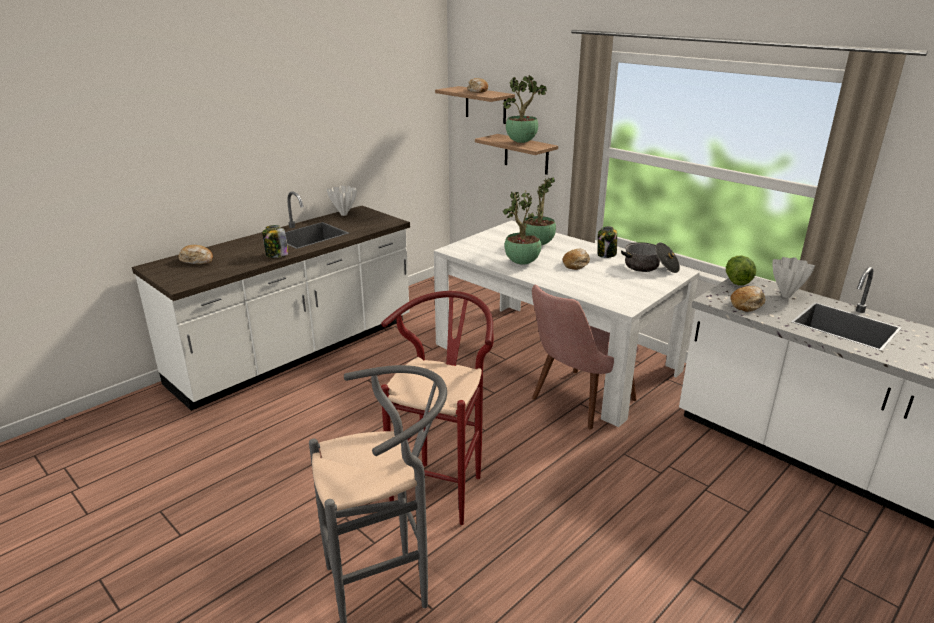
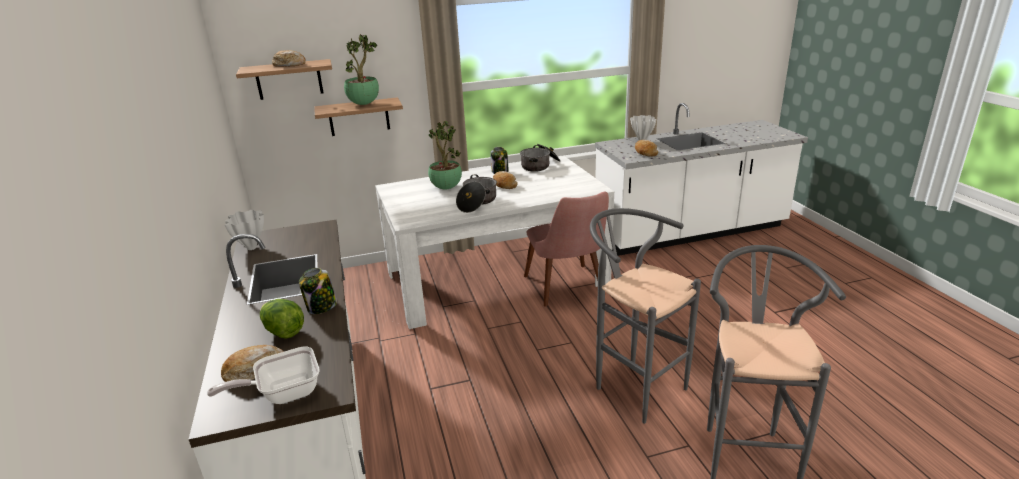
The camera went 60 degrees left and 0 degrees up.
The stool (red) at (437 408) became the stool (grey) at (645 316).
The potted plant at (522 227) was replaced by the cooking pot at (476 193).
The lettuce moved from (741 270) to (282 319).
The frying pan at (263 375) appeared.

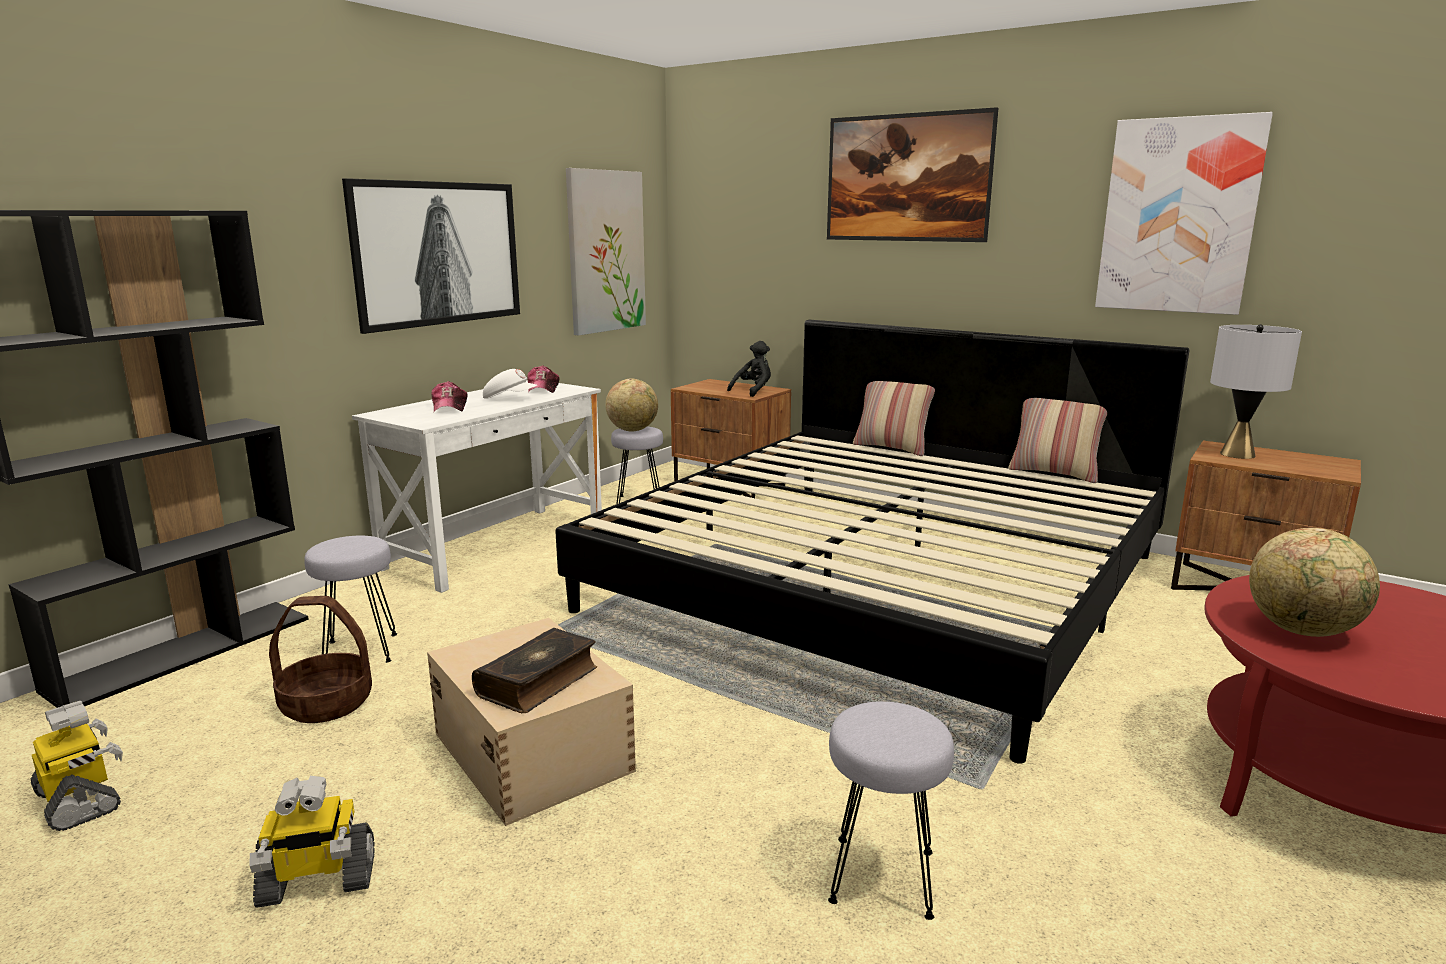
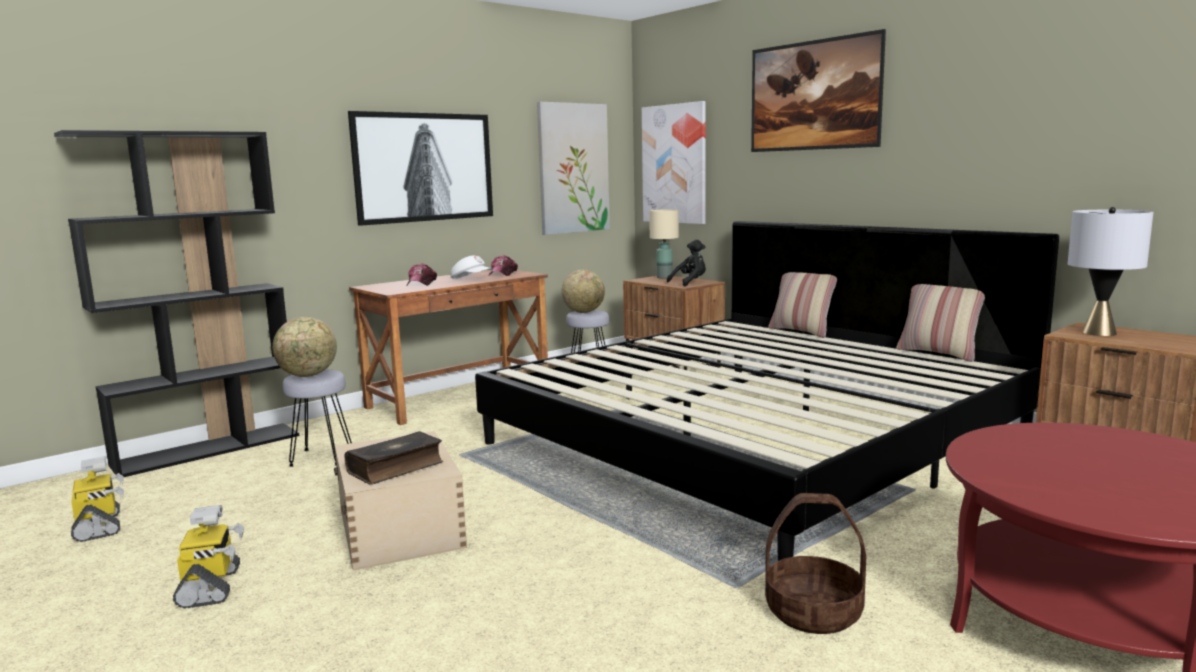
The camera went 15 degrees right and 5 degrees down.
The toy robot at (312 842) turned 105 degrees counterclockwise.
The basket moved from (320 659) to (815 563).
The desk (white) at (477 486) became the desk (brown) at (448 347).
The stool (grey) at (891 810) disappeared.
The picture moved from (1184 213) to (674 162).
The globe moved from (1314 582) to (304 347).
The table lamp (beige) at (664 244) appeared.

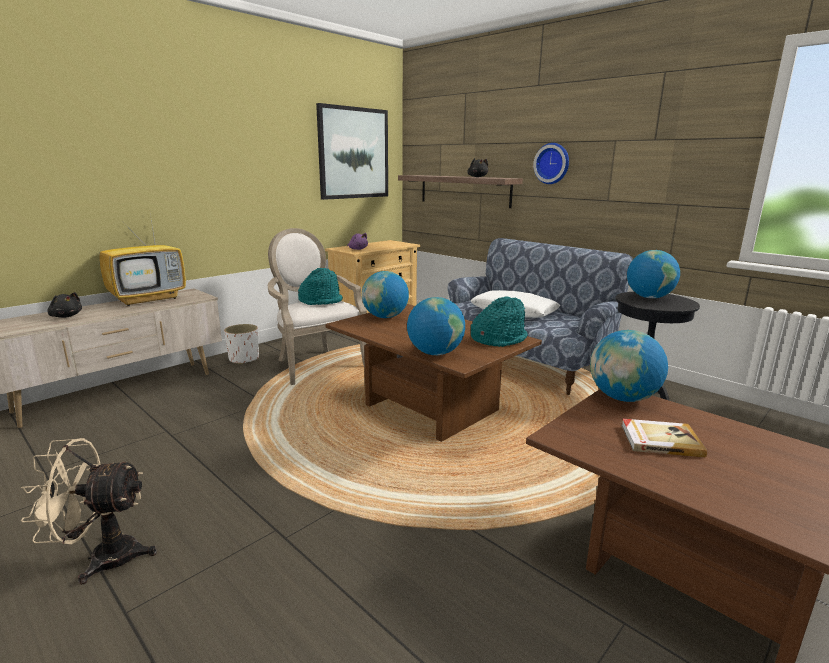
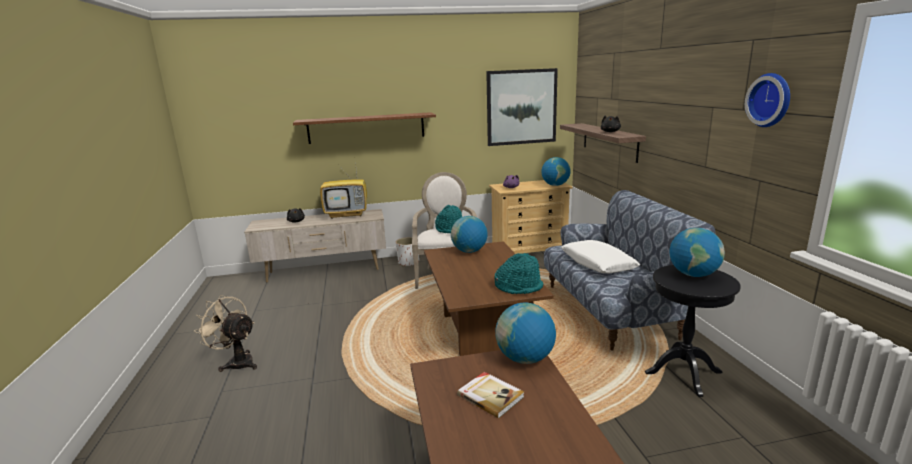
The camera went 35 degrees right and 0 degrees up.
The globe moved from (436 326) to (555 171).
The wall clock moved from (551 163) to (767 100).
The shelf at (364 128) appeared.

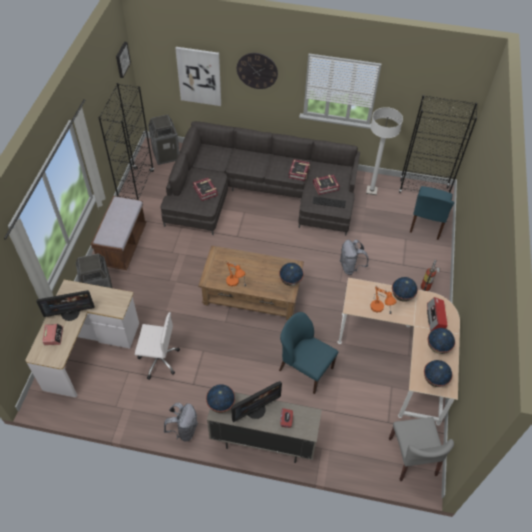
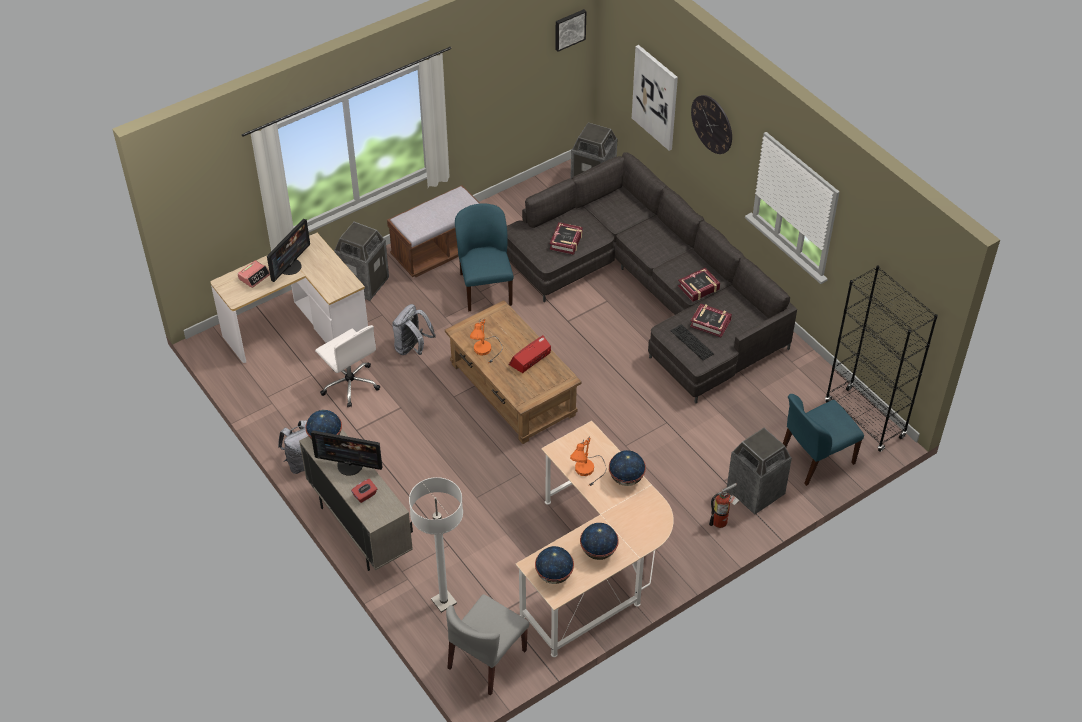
The camera went 45 degrees right and 5 degrees down.
The monitor at (66 305) turned 90 degrees counterclockwise.
The bookcase (black) at (126 141) disappeared.
The globe at (291 274) disappeared.
The chair (blue) moved from (309 353) to (484 257).
The backpack (grey) moved from (354 257) to (414 329).
The floor lamp (white) moved from (384 151) to (436 545).
The radio moved from (437 314) to (530 354).
The trash can at (759 471) appeared.

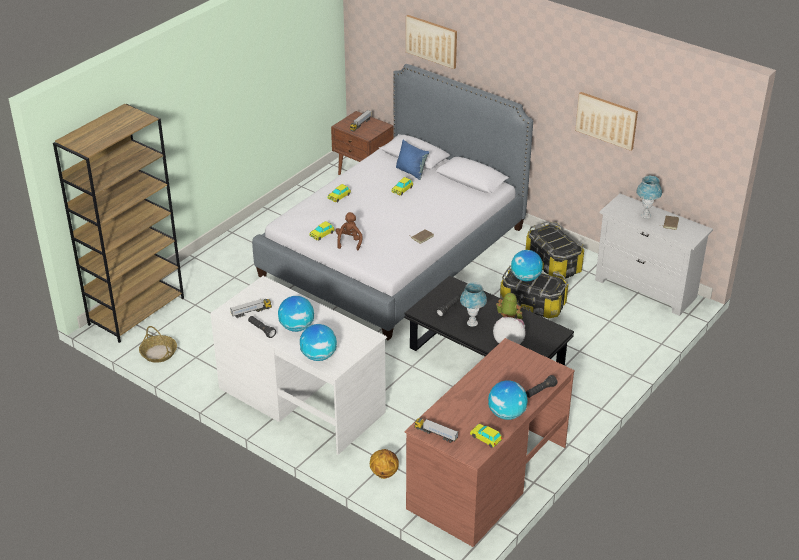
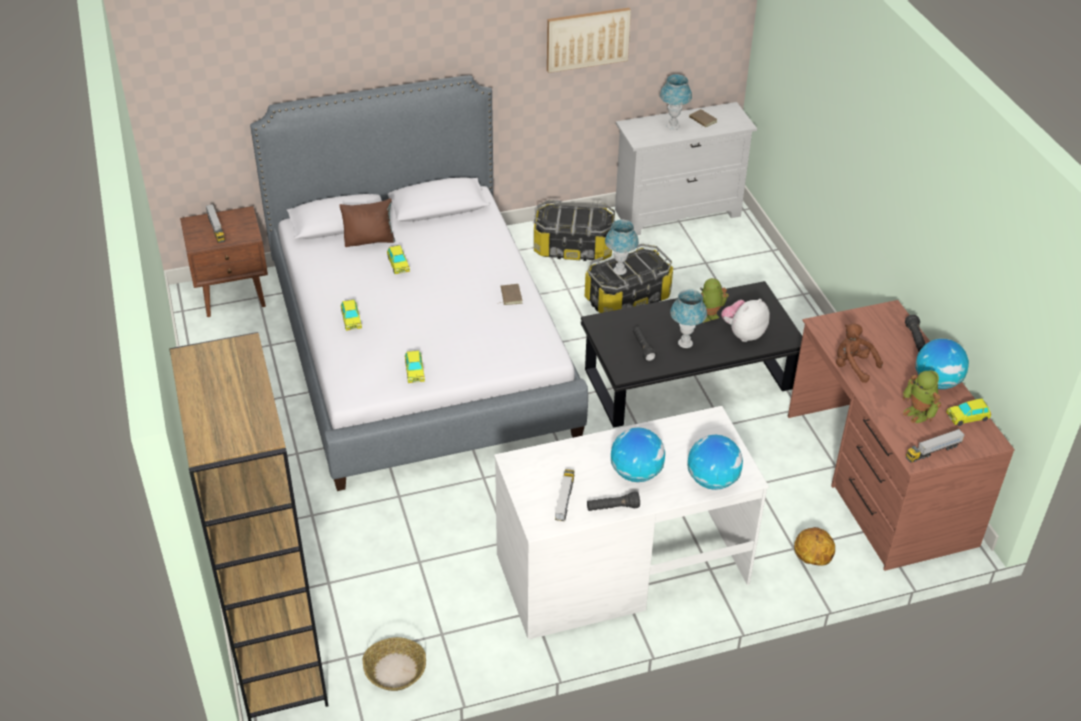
The camera went 55 degrees left and 5 degrees up.
The plush toy (brown) moved from (349 231) to (859 353).
The pillow (blue) at (412 160) became the pillow (brown) at (367 222).
The picture at (431 42) disappeared.
The globe at (527 265) was replaced by the table lamp (blue) at (622 247).
The toy robot at (922 396) appeared.

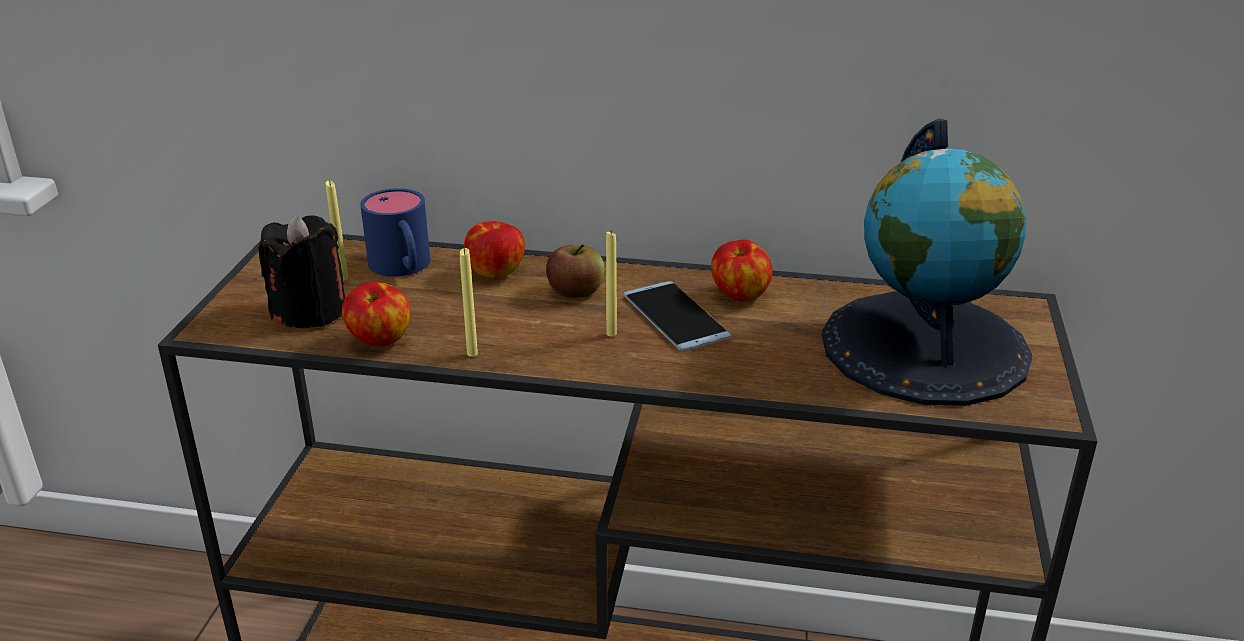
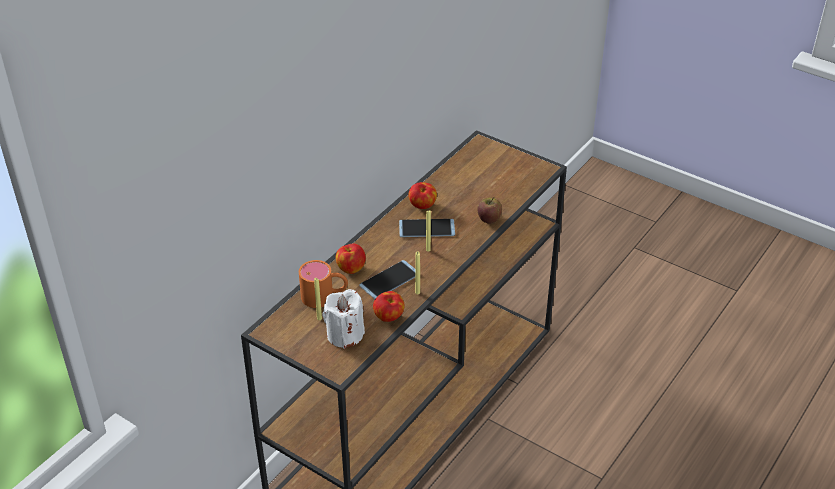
The camera went 65 degrees left and 10 degrees up.
The candle (black) at (301 270) became the candle (white) at (343 319).
The mug (blue) at (395 232) became the mug (orange) at (323 284).
The apple moved from (575 271) to (489 210).
The globe at (927 262) disappeared.
The phone at (387 279) appeared.

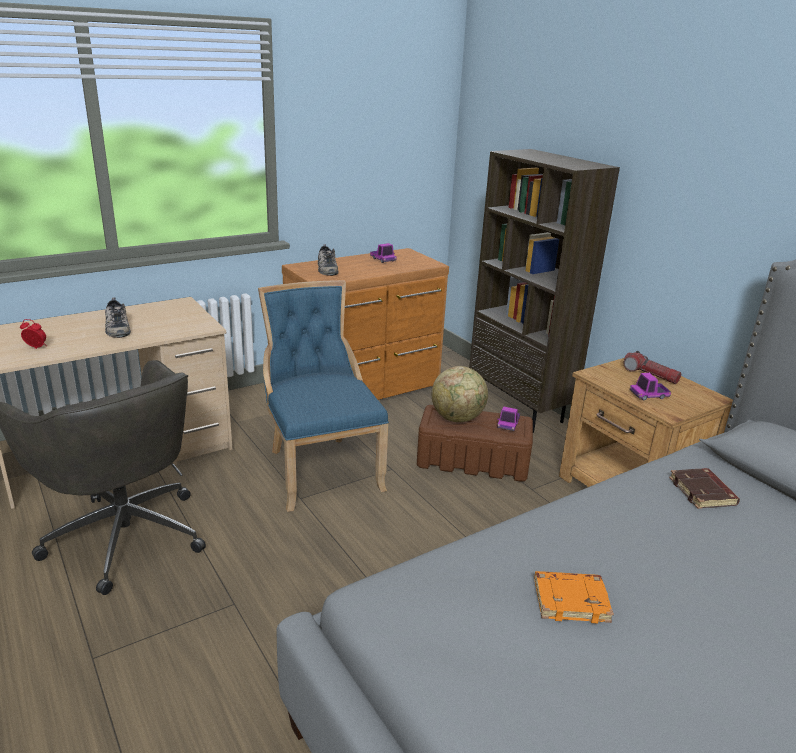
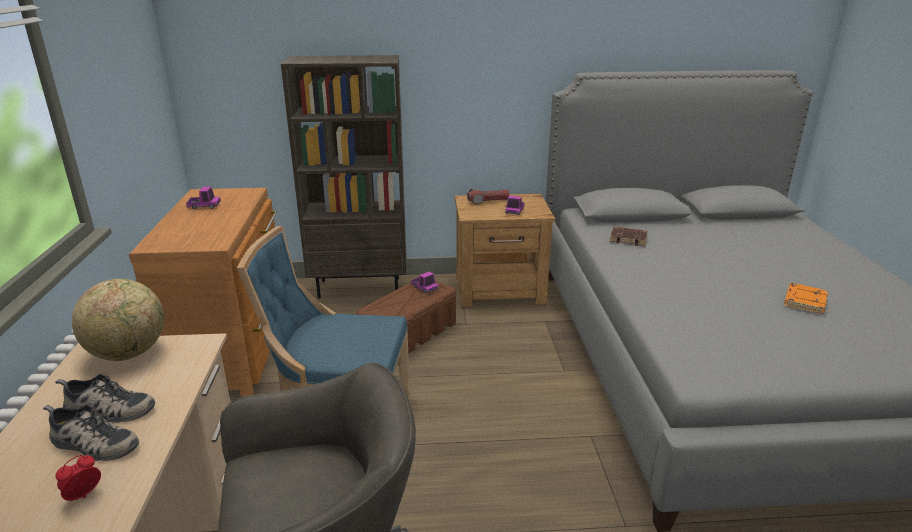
The camera went 60 degrees left and 0 degrees up.
The shoe moved from (328 260) to (91 432).
The globe moved from (460 394) to (118 320).
The book (orange) moved from (574 597) to (806 298).

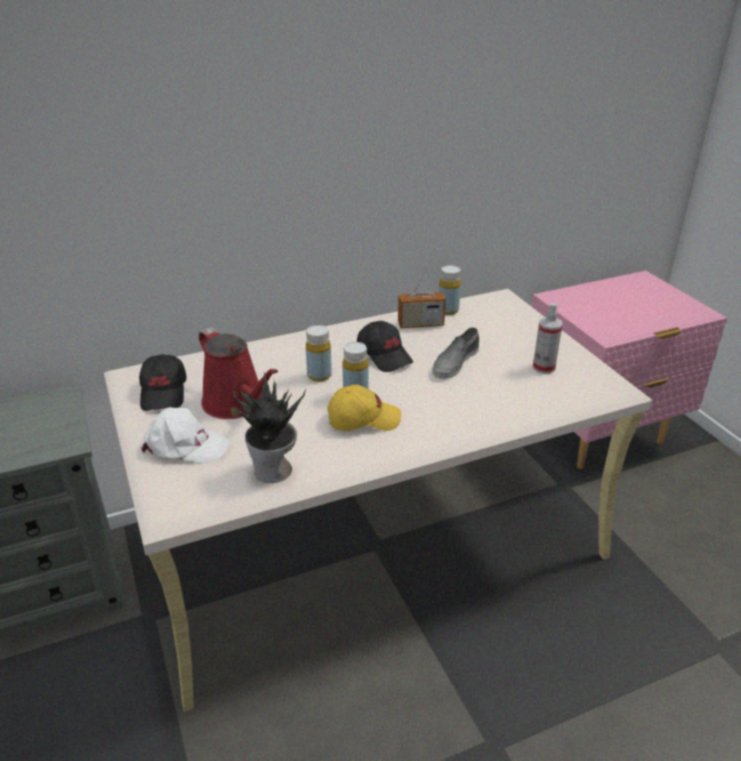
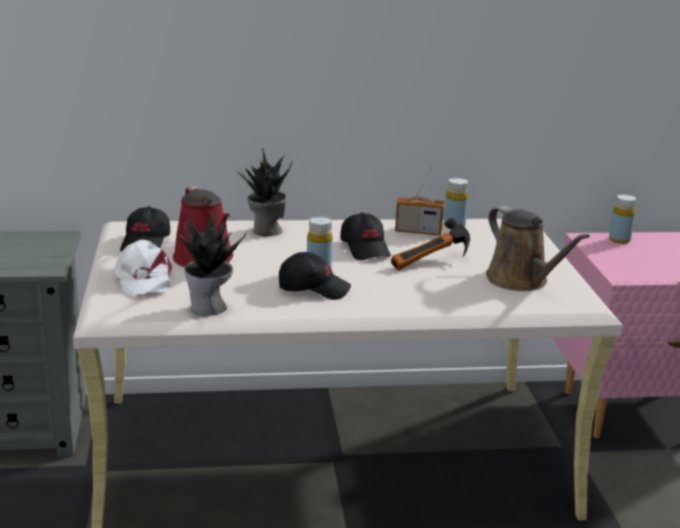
The camera went 15 degrees right and 10 degrees down.
The cap (white) at (186 435) turned 45 degrees clockwise.
The bottle (yellow) moved from (319 353) to (623 219).
The cap (yellow) at (364 408) became the cap (black) at (315 276).
The shoe (grey) at (455 353) was replaced by the hammer at (430 244).
The spray bottle at (548 338) was replaced by the watering can (brown) at (538 248).
The potted plant at (263 192) appeared.

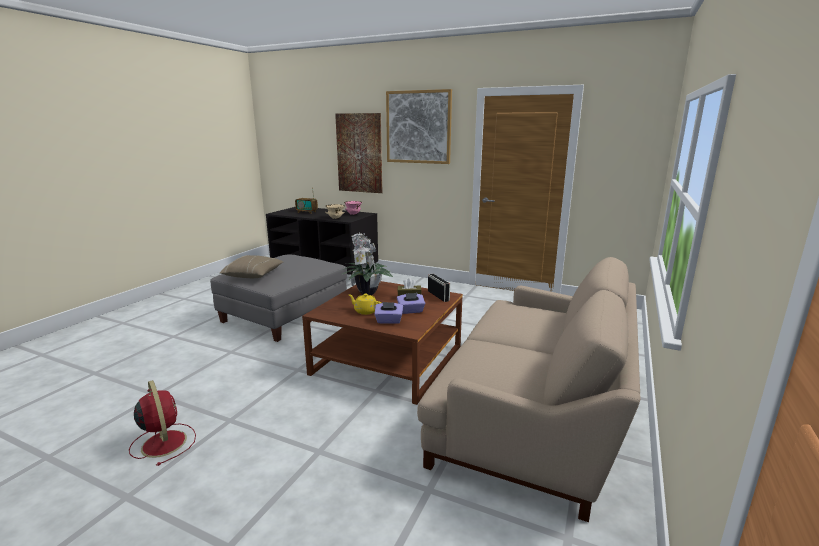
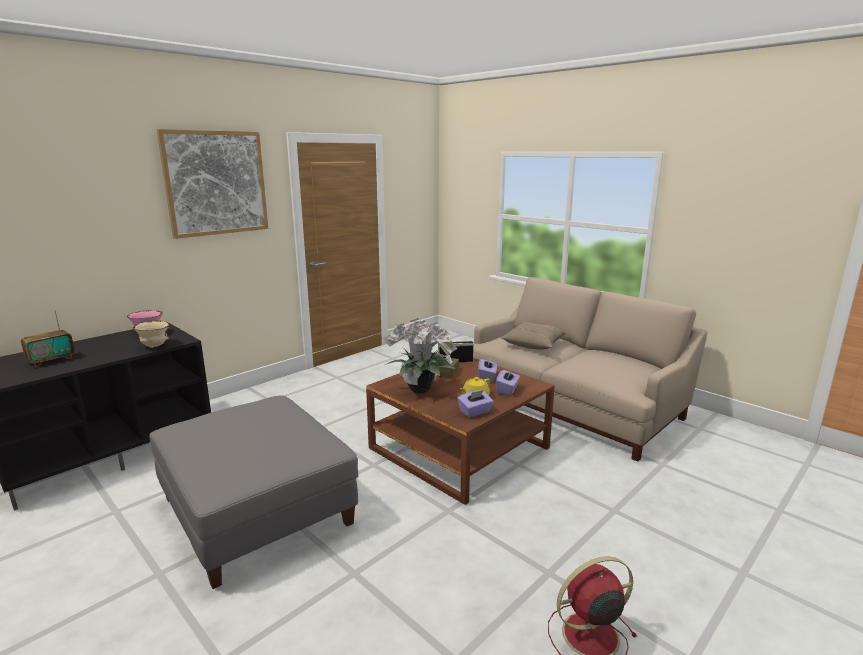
The camera went 70 degrees left and 0 degrees up.
The pillow (beige) moved from (251 266) to (533 336).
The picture at (358 153) disappeared.
The tissue box (purple) at (475 404) appeared.

